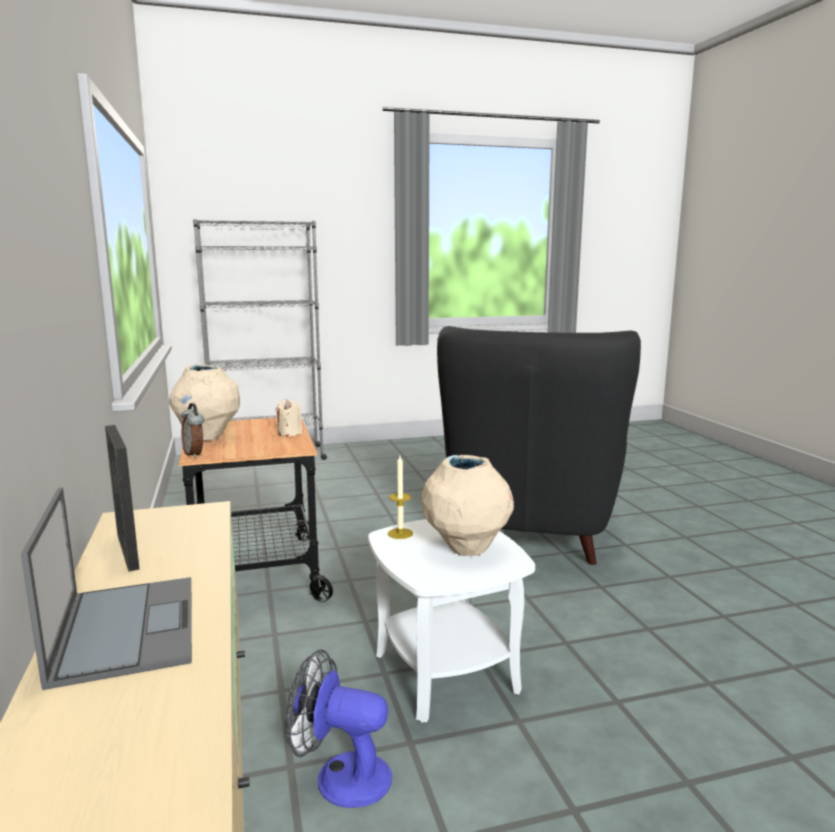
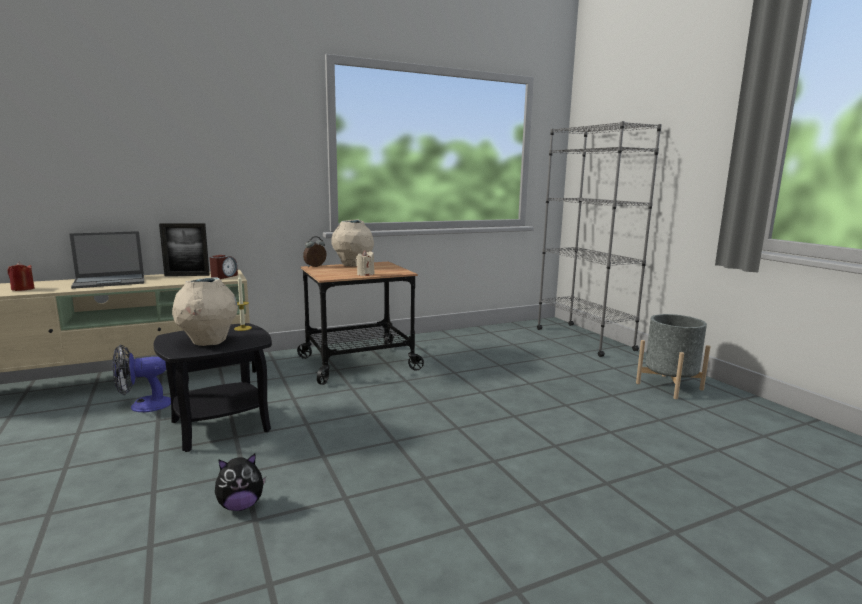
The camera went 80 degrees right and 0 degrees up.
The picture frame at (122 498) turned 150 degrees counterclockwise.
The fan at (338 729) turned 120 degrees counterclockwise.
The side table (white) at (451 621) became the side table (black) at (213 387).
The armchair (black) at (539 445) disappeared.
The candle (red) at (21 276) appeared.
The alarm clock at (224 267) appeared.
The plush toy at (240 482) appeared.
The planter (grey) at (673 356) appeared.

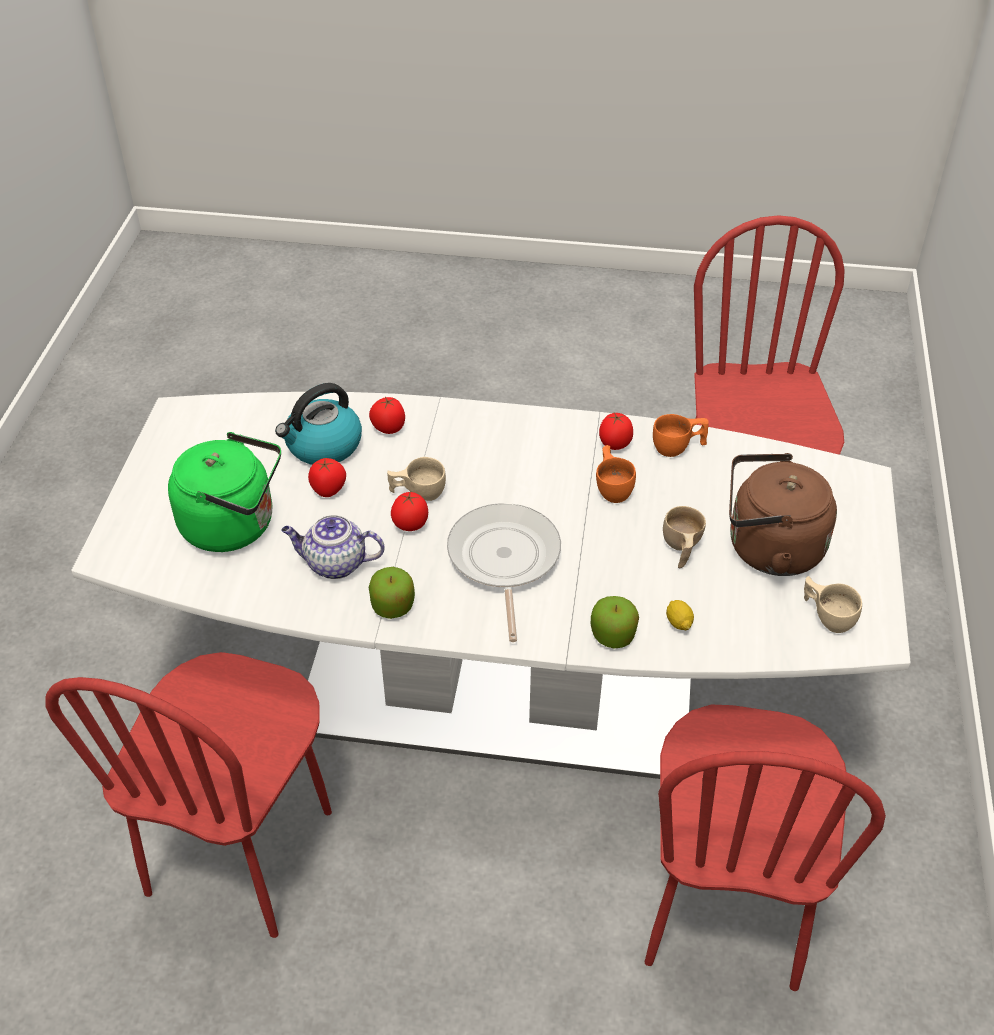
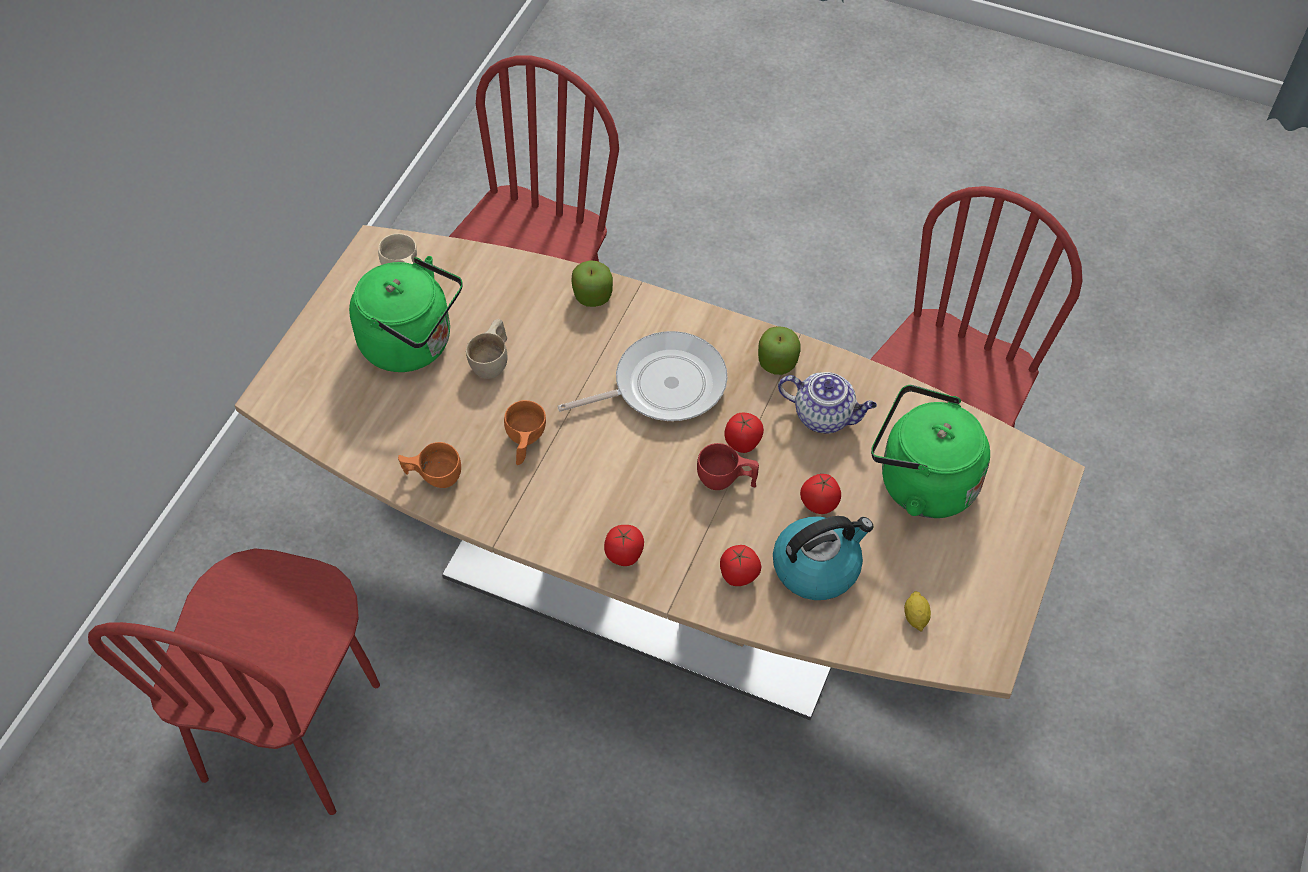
The camera went 165 degrees left and 10 degrees up.
The dining table (white) at (491 585) became the dining table (brown) at (660 472).
The cup (beige) at (416 479) became the cup (red) at (728 466).
The frying pan at (504 572) turned 120 degrees counterclockwise.
The tomato moved from (616 431) to (624 545).
The lemon moved from (680 615) to (917 611).
The kettle (brown) at (783 514) became the kettle (green) at (406 314).

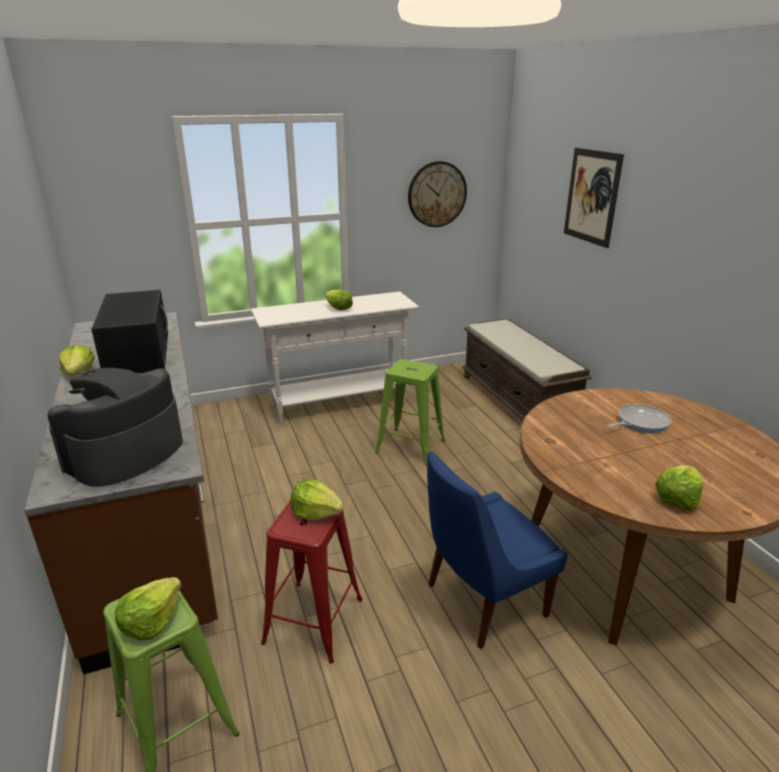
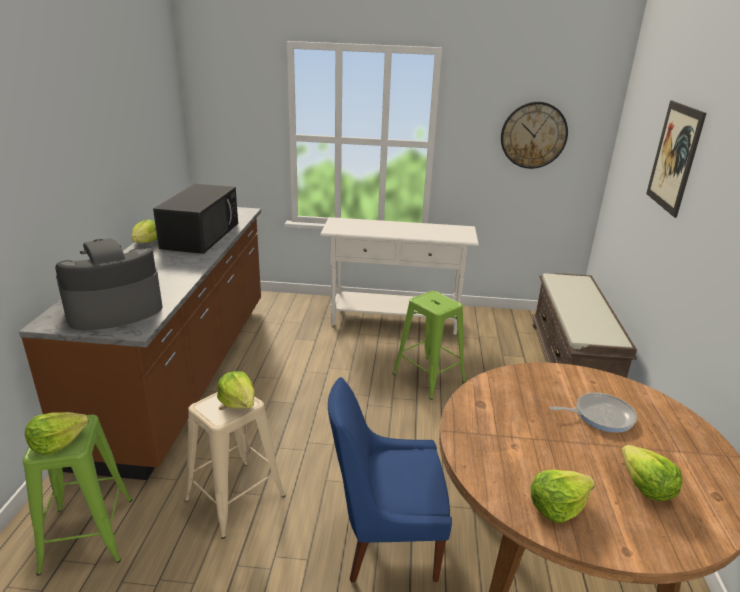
The camera went 25 degrees right and 0 degrees up.
The stool (red) at (311 581) became the stool (beige) at (235 465).
The lettuce moved from (339 300) to (652 473).

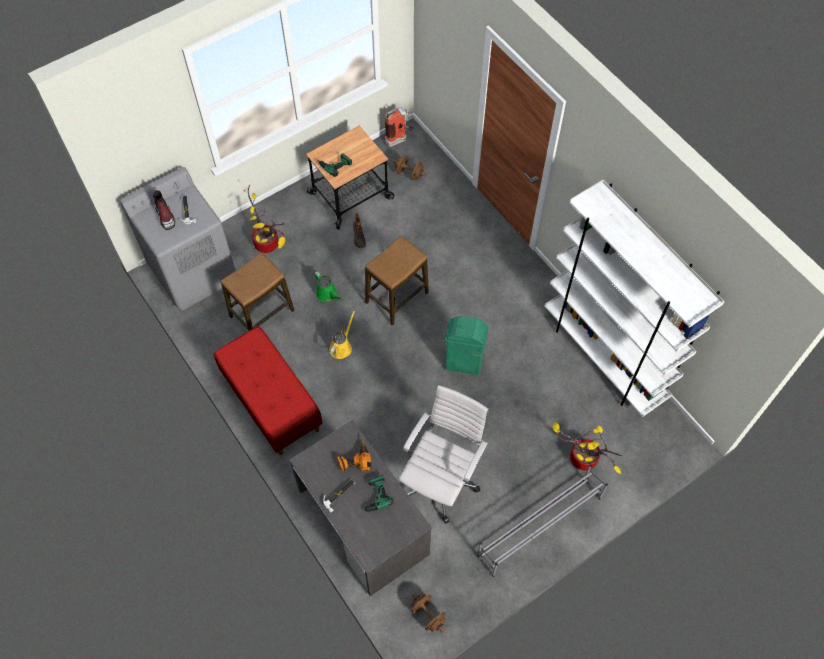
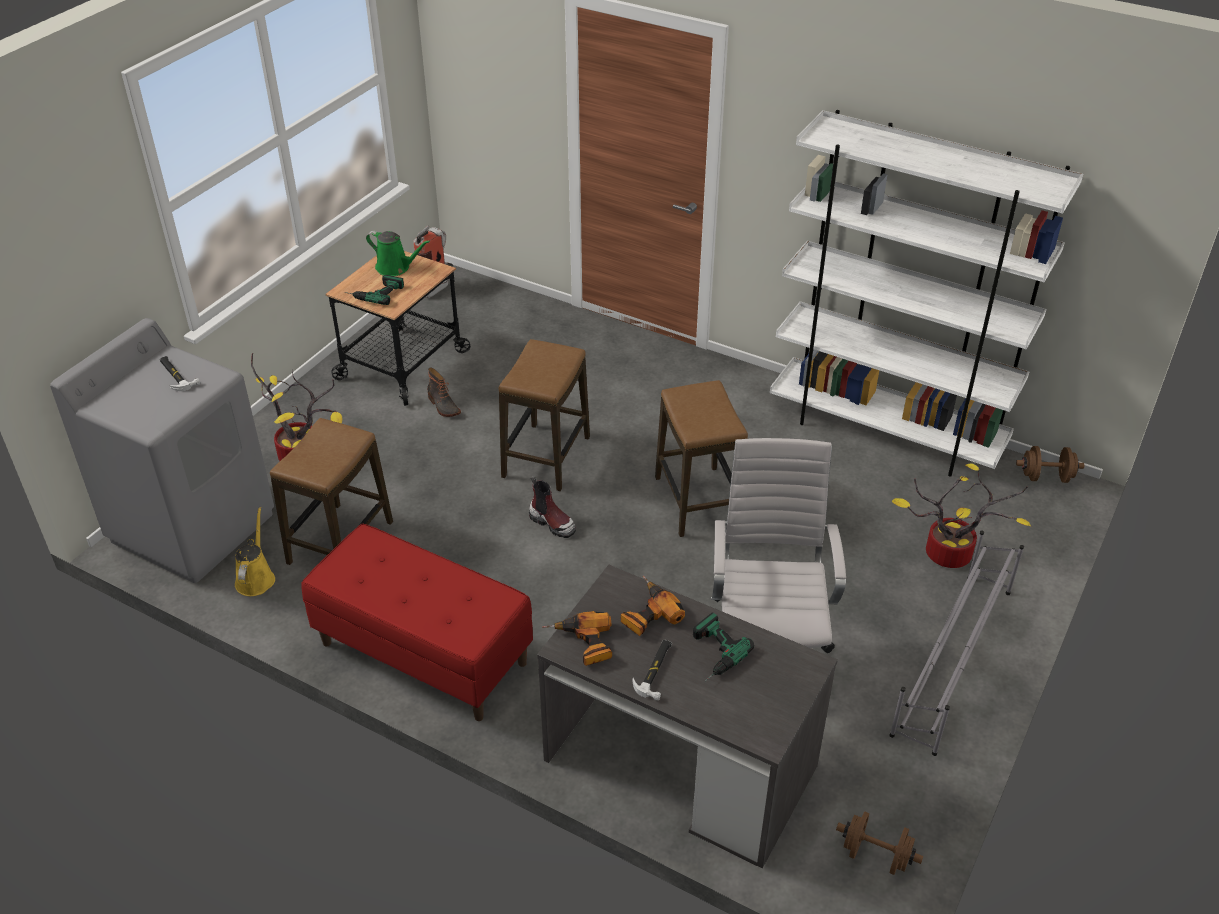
The camera went 25 degrees left and 20 degrees down.
The boot moved from (163 208) to (552 507).
The watering can (green) moved from (329 286) to (398 253).
The watering can (yellow) moved from (342 335) to (255 551).
The dumbbell (brown) moved from (409 168) to (1050 464).
The trash can (green) at (467 345) was replaced by the stool at (701 458).
The power drill at (577 638) appeared.

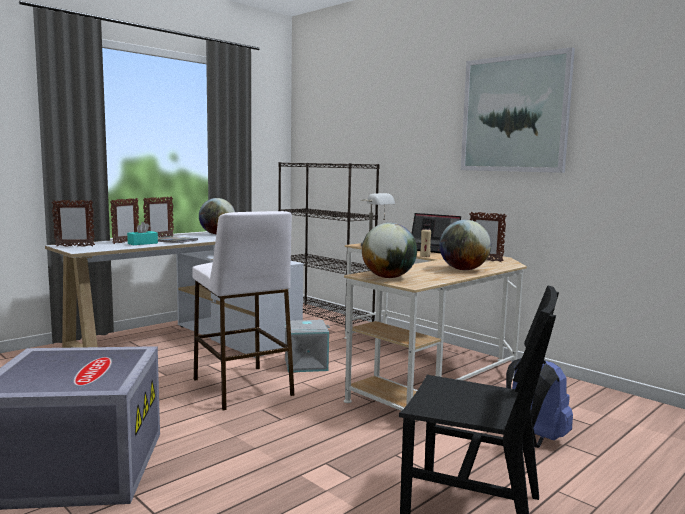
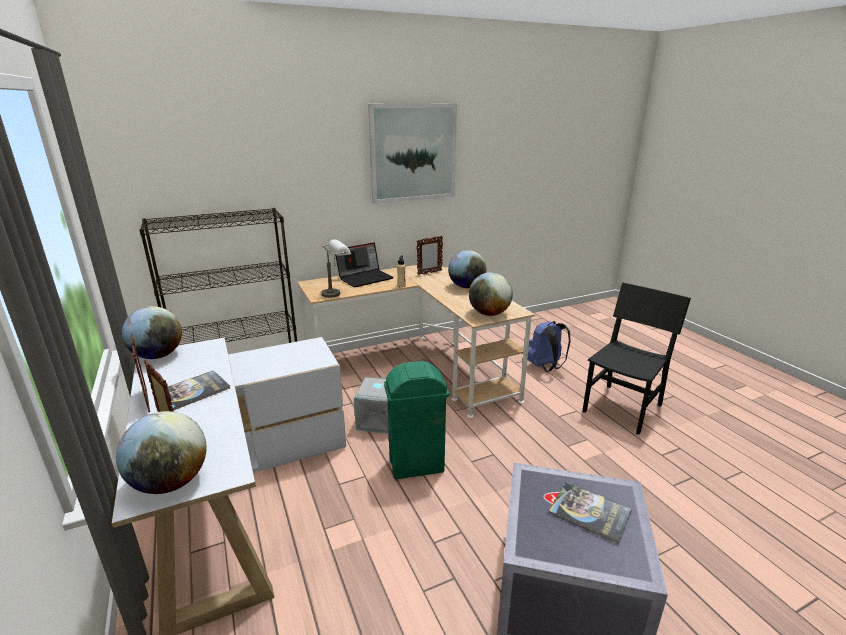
The camera went 70 degrees left and 15 degrees up.
The picture frame at (73 223) was replaced by the globe at (161 452).
The tissue box (turquoise) at (142 233) disappeared.
The stool (white) at (243 310) was replaced by the trash can (green) at (416 420).
The book at (590 513) appeared.

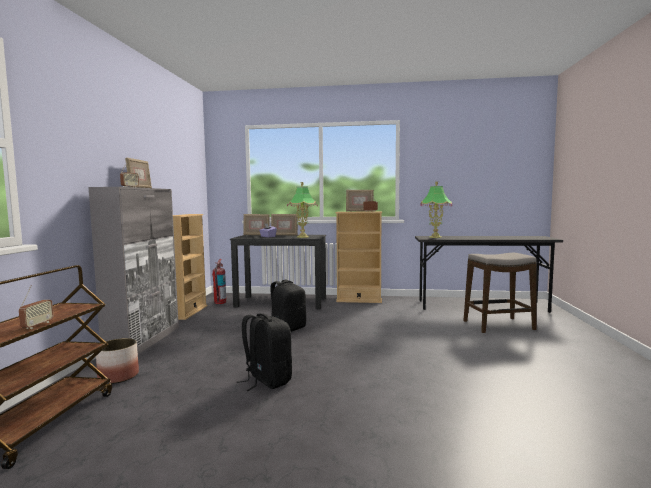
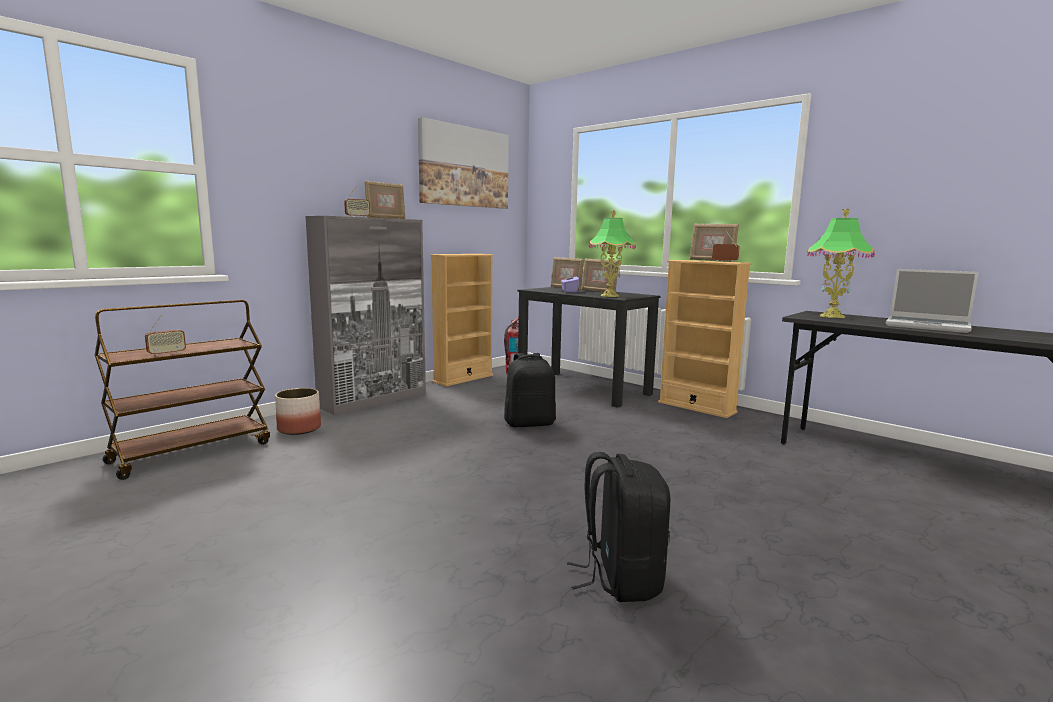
The camera went 35 degrees right and 5 degrees up.
The backpack (black) moved from (264 352) to (618 527).
The stool at (500 292) disappeared.
The picture at (463 163) appeared.
The laptop at (932 301) appeared.

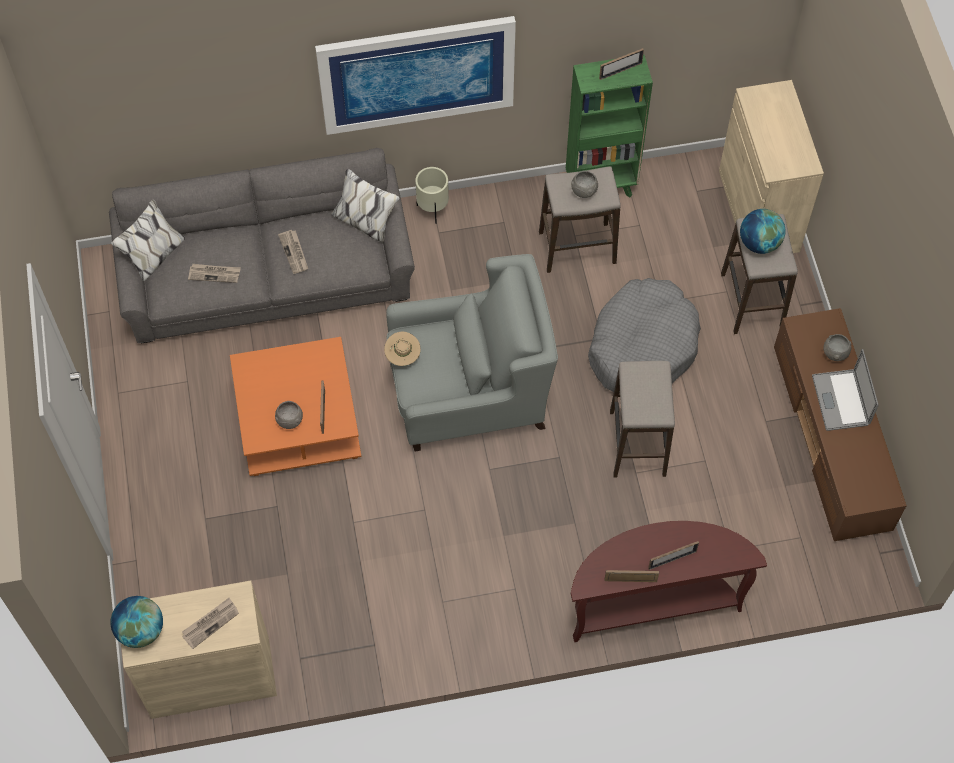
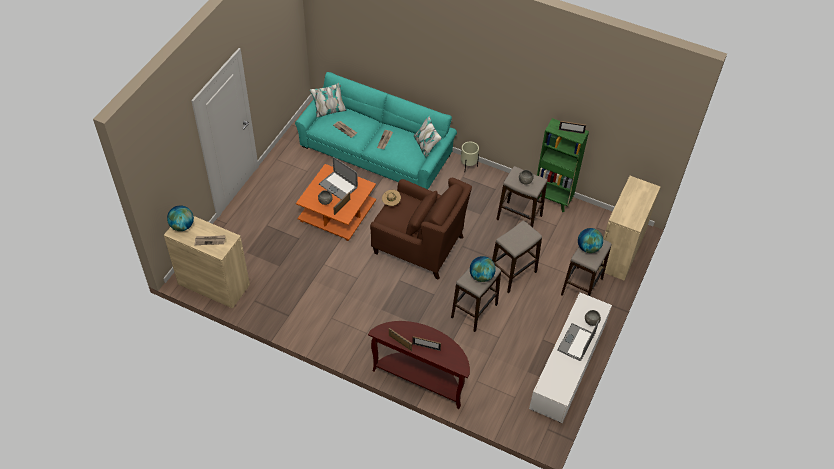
The camera went 35 degrees right and 10 degrees down.
The sofa (grey) at (262 245) became the sofa (turquoise) at (376 130).
The picture at (415 75) disappeared.
The armchair (grey) at (472 353) became the armchair (brown) at (421 229).
The dog bed (grey) at (644 335) was replaced by the stool at (517 256).
The tv stand (brown) at (840 424) became the tv stand (white) at (570 358).
The laptop at (338 178) appeared.
The globe at (483 269) appeared.

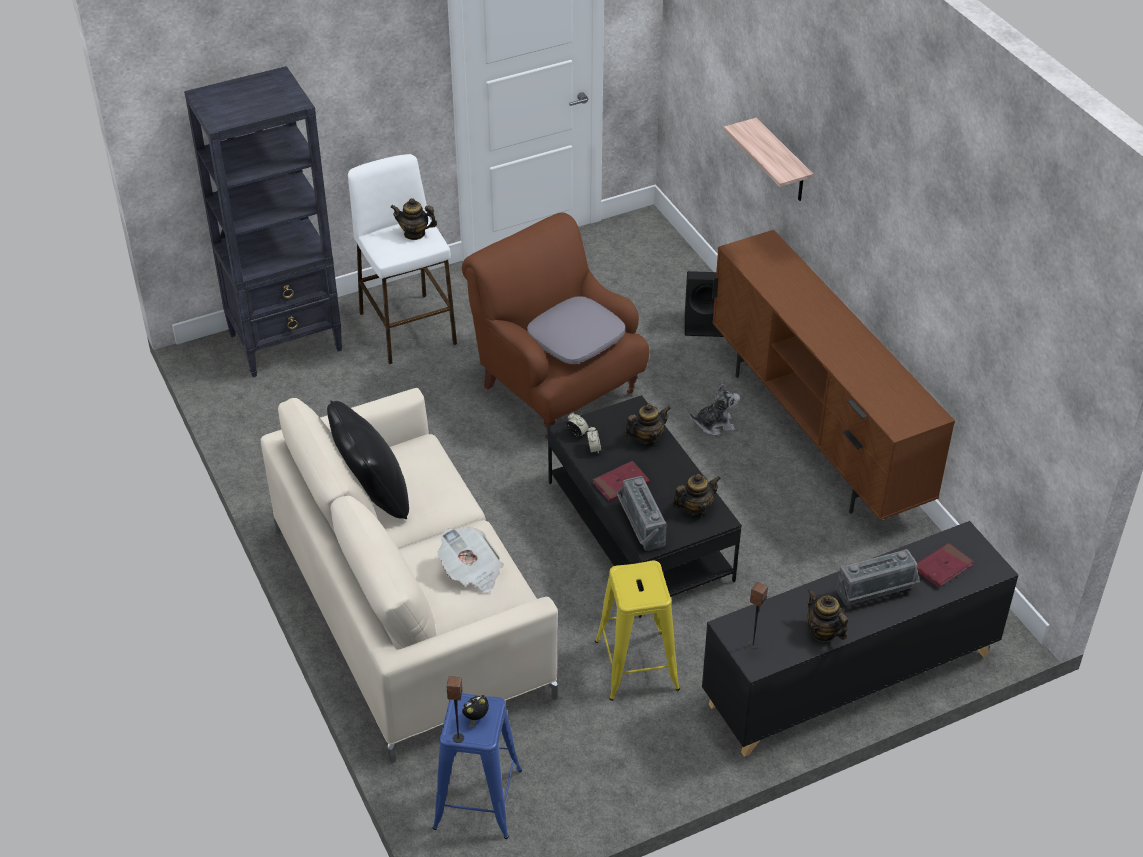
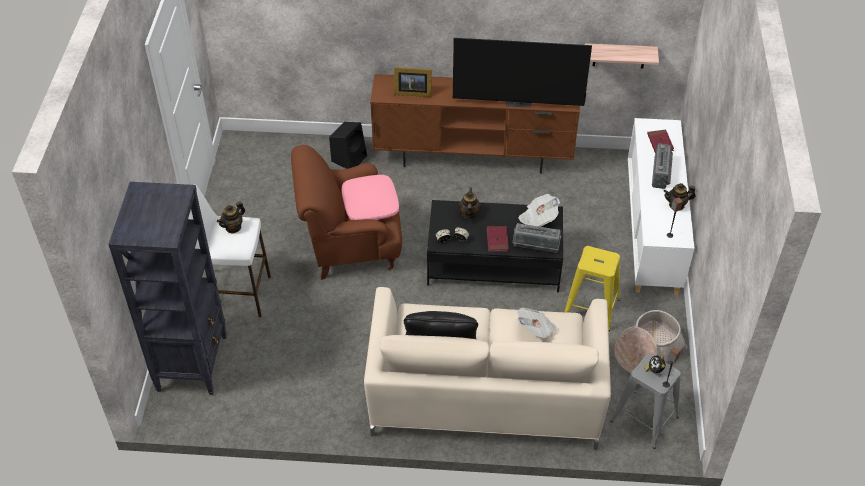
The camera went 60 degrees left and 5 degrees up.
The stool (blue) at (477 766) became the stool (grey) at (645 401).
The pillow (grey) at (576 330) became the pillow (pink) at (370 197).
The teapot at (696 495) was replaced by the newspaper at (539 210).
The plush toy at (715 409) disappeared.
The cabinet (black) at (860 639) became the cabinet (white) at (661 206).
The shelf moved from (768 159) to (622 55).
The picture frame at (413 82) appeared.
The television at (522 73) appeared.
The basket at (651 341) appeared.

